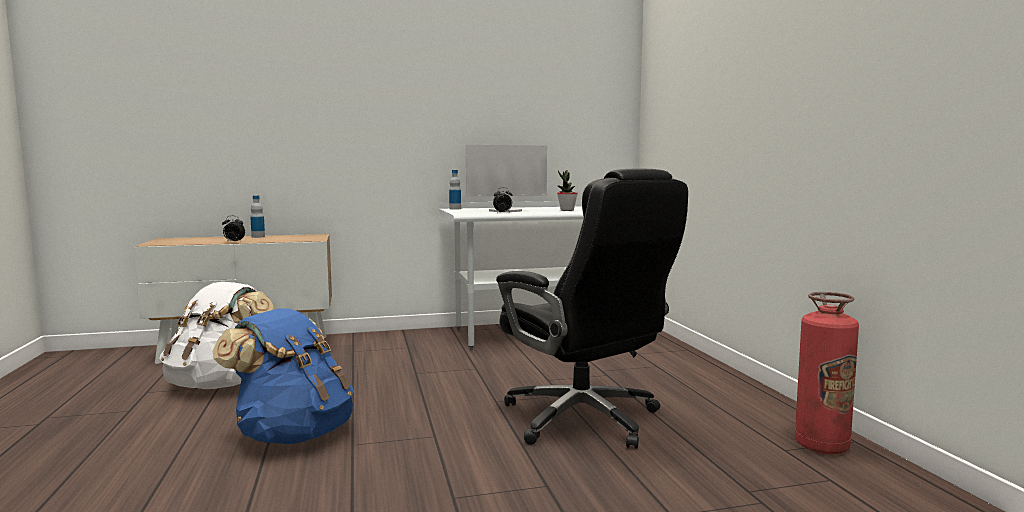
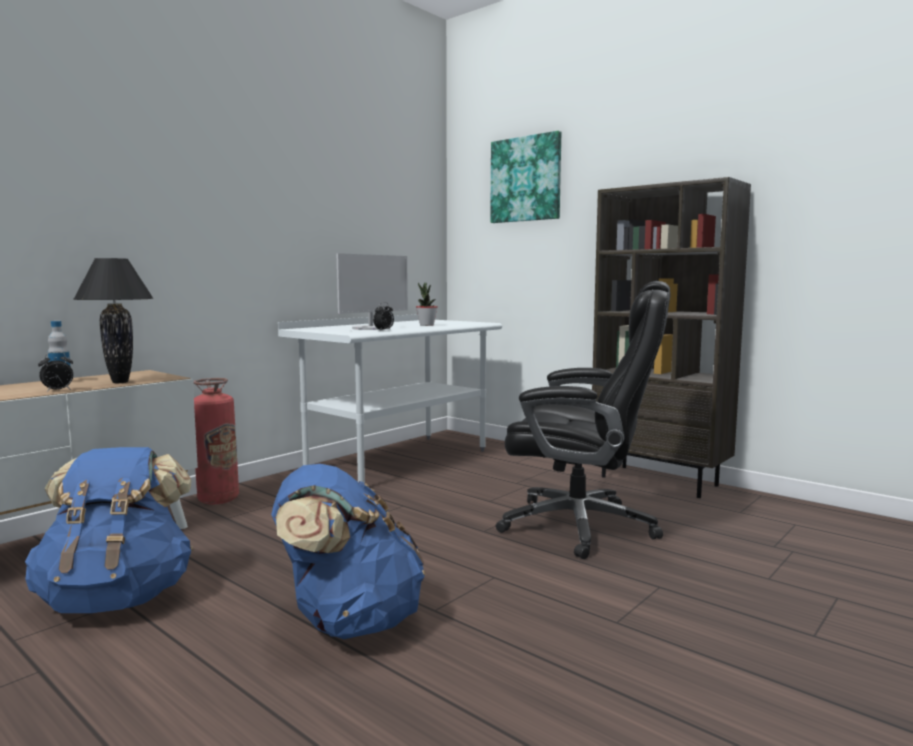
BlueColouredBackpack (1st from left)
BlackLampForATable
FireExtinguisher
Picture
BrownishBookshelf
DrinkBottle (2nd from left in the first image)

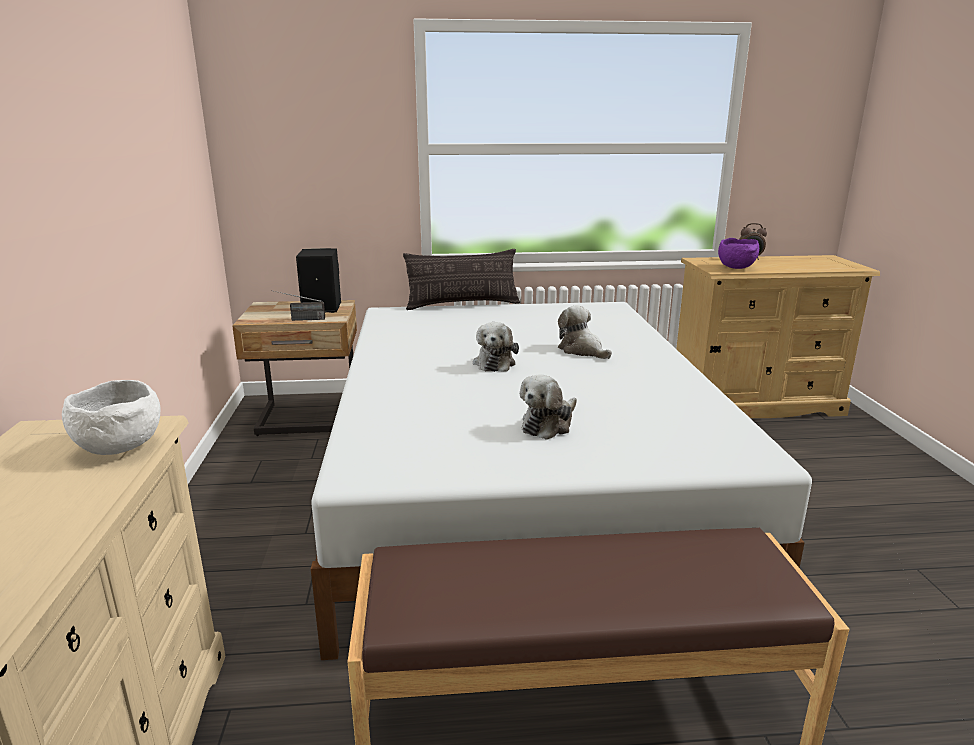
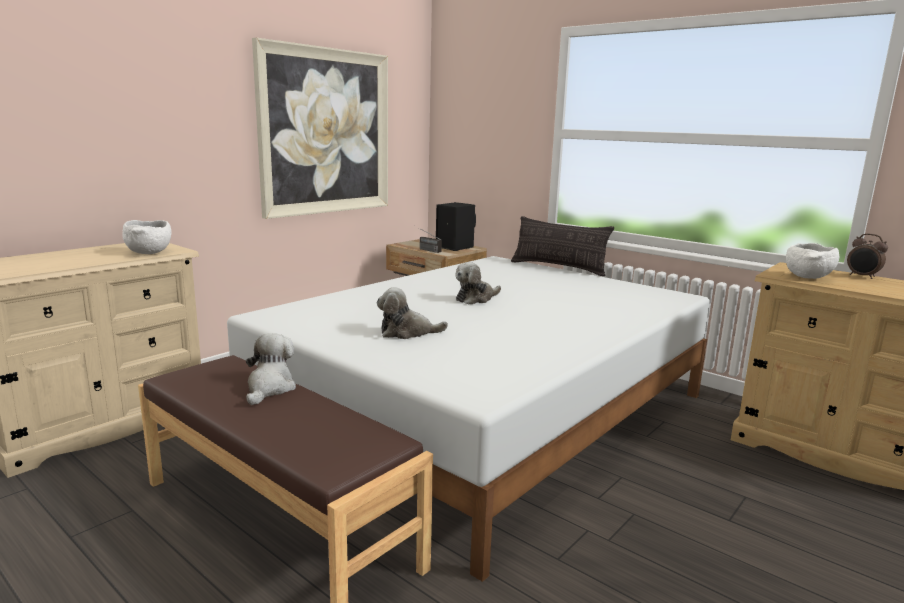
SoftToy (1st from left)
Picture
WhitishServingBowl (2nd from left)

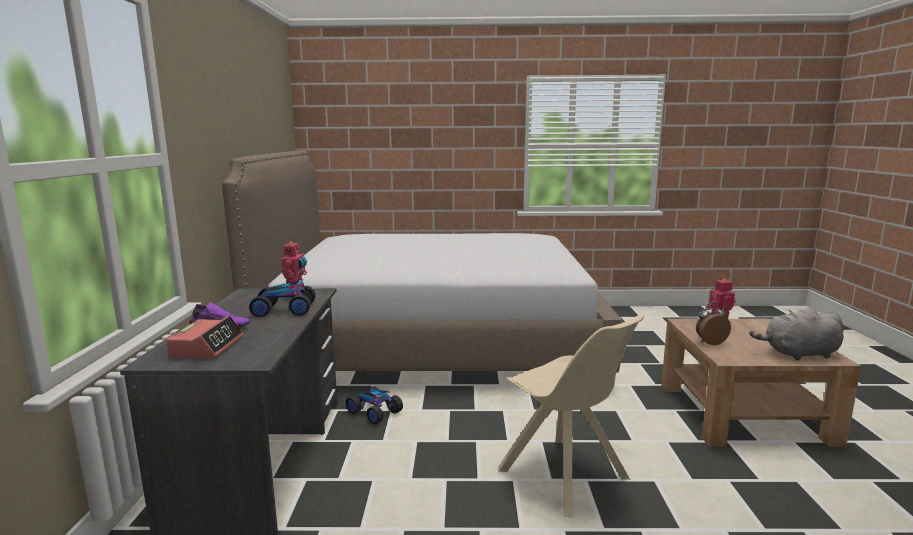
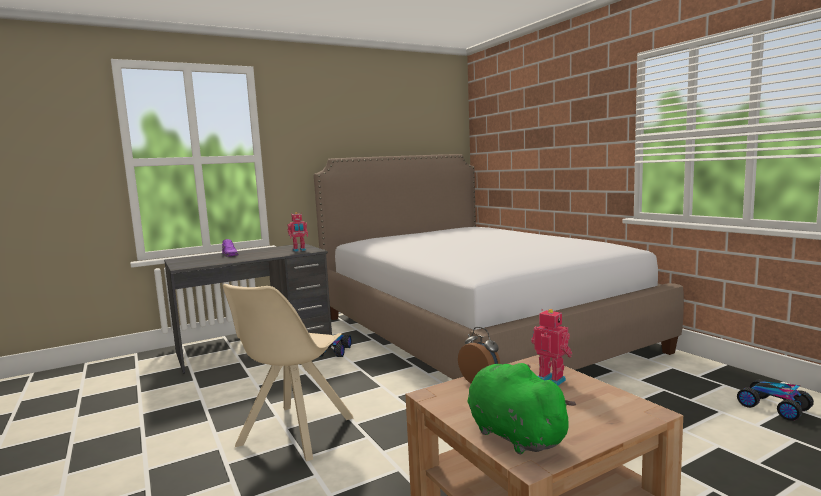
GreenishSoftToy
MiniatureCar (2nd from left)
AlarmClock (1st from left in the first image)

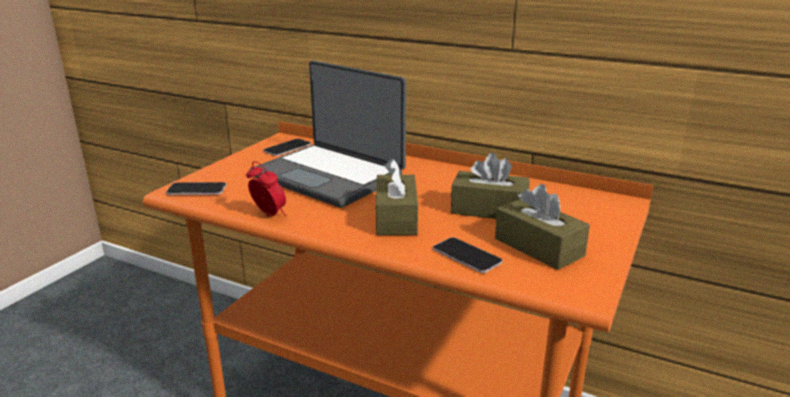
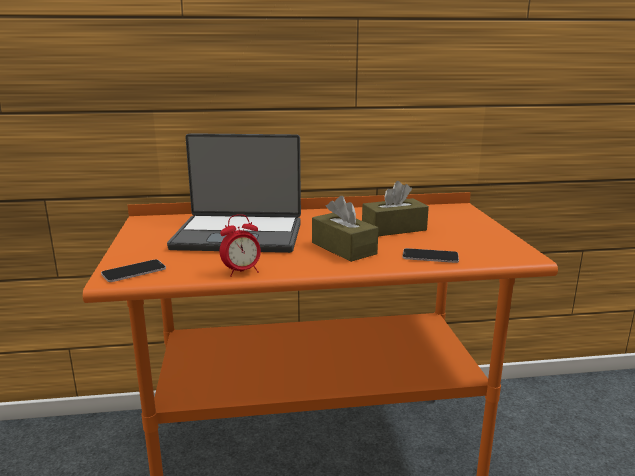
AlarmClock
Handset (2nd from left in the first image)
BrownishTissueHolder (3rd from left in the first image)

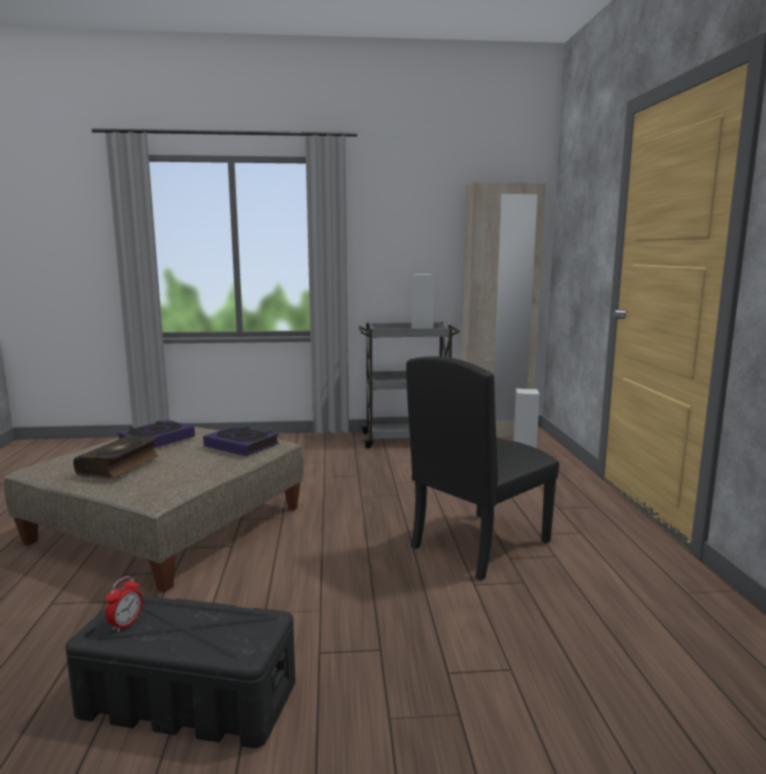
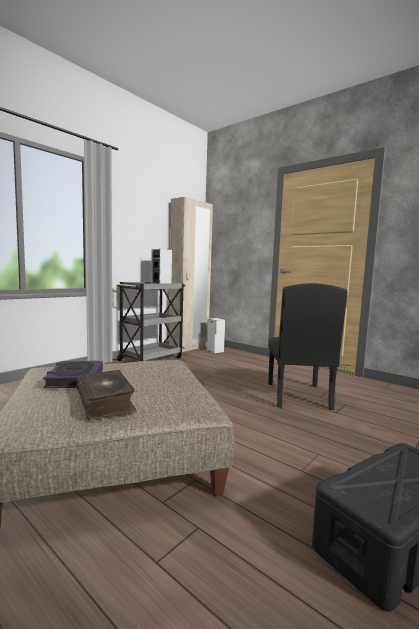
AlarmClock
Book (3rd from left in the first image)

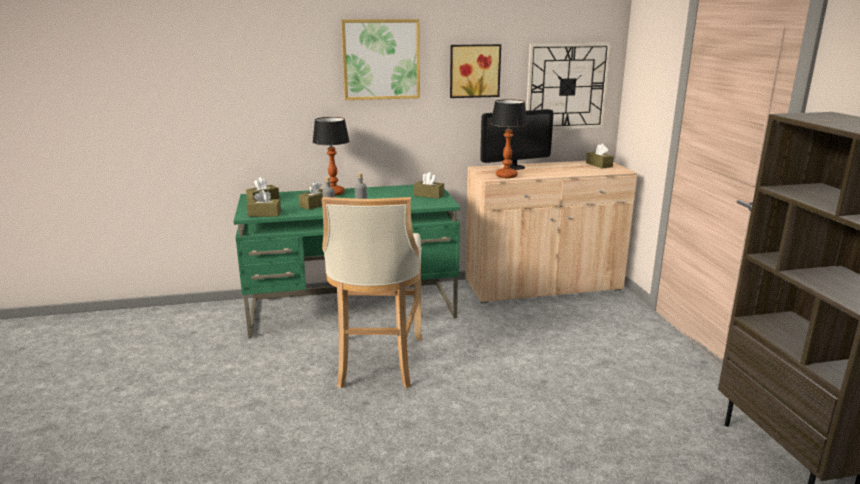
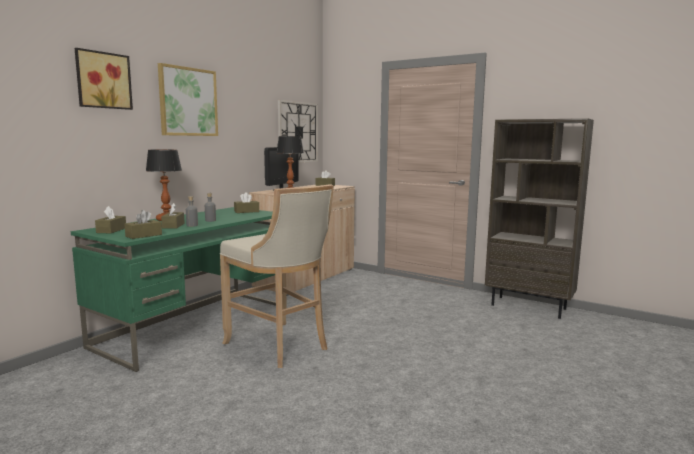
Picture (1st from left)

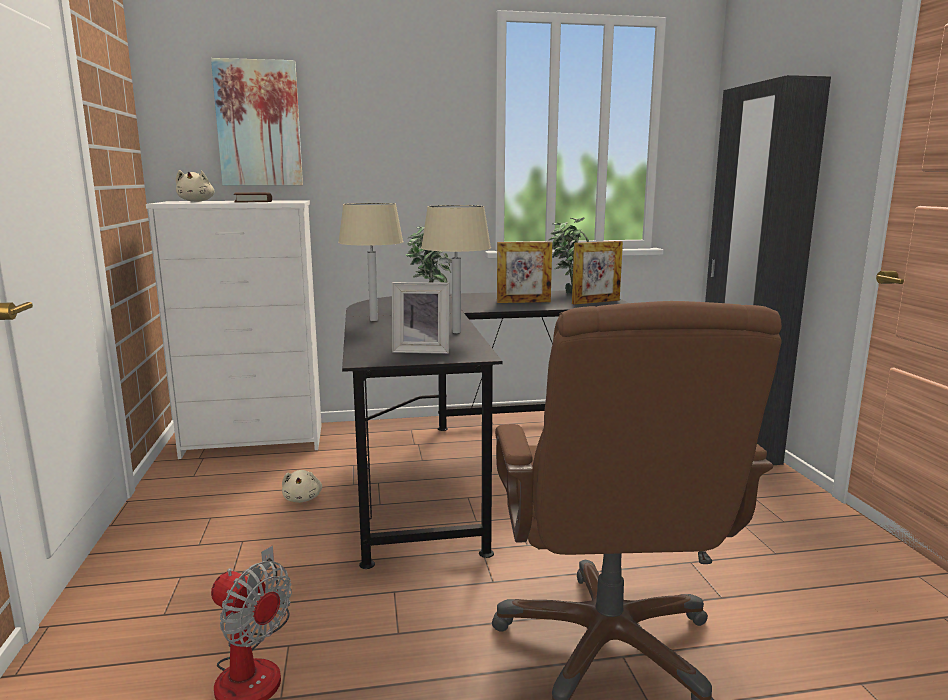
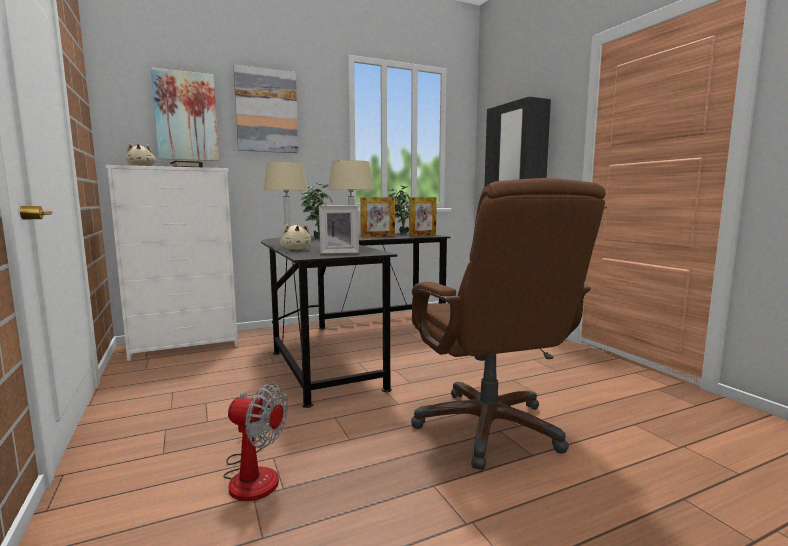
Picture (2nd from left)
BeigeColouredSoftToy (2nd from left)

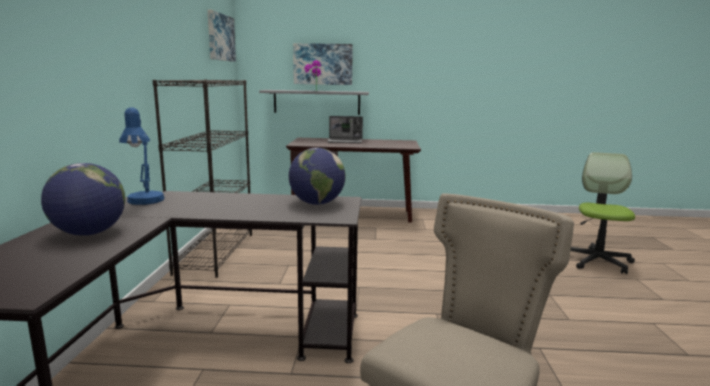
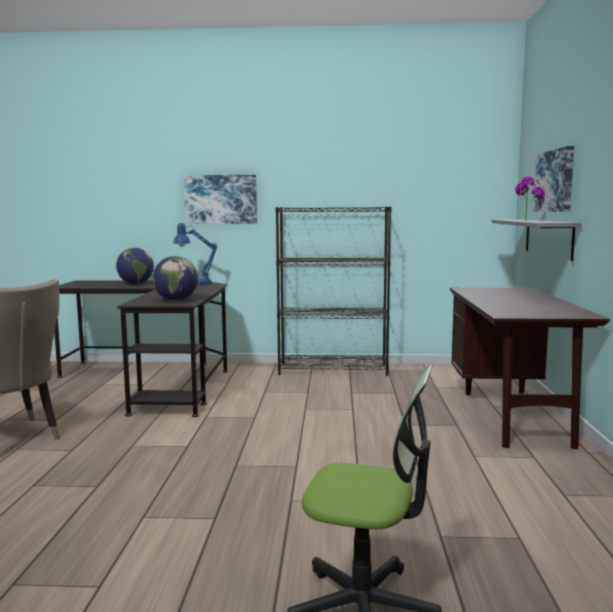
Picture (1st from left)
Laptop

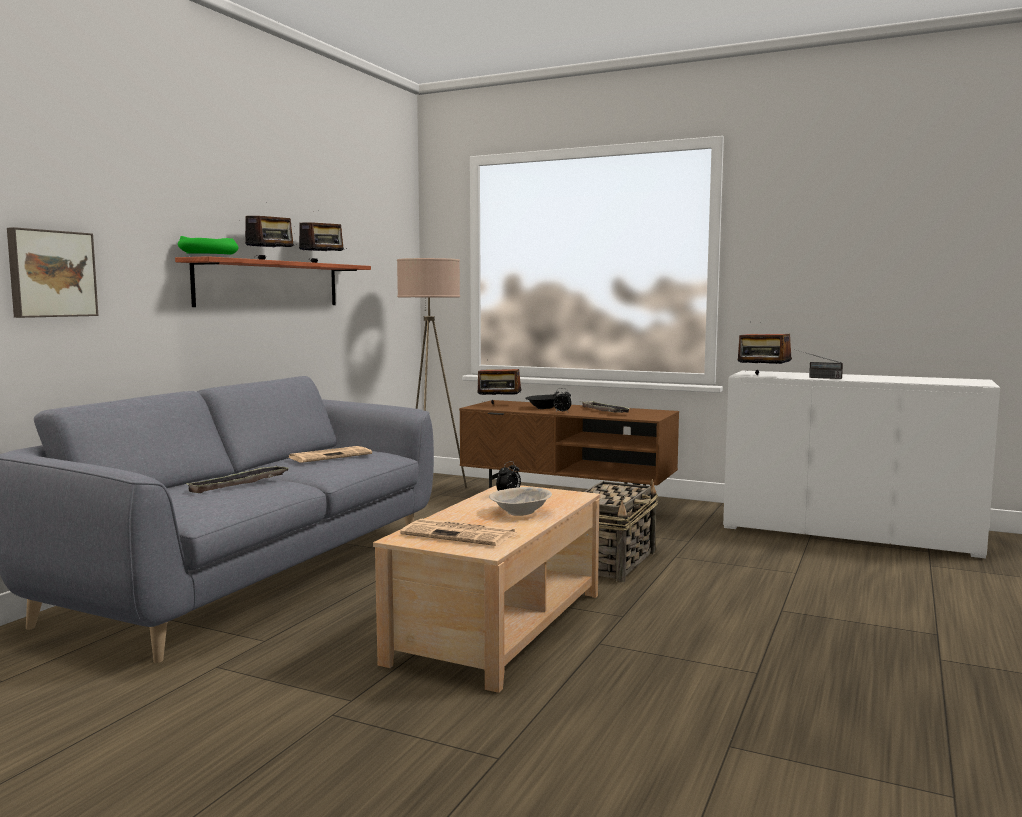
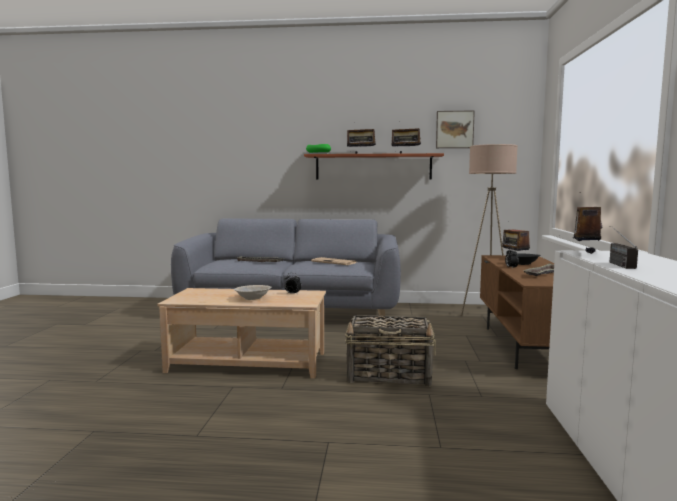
Picture
Newspaper (2nd from left in the first image)

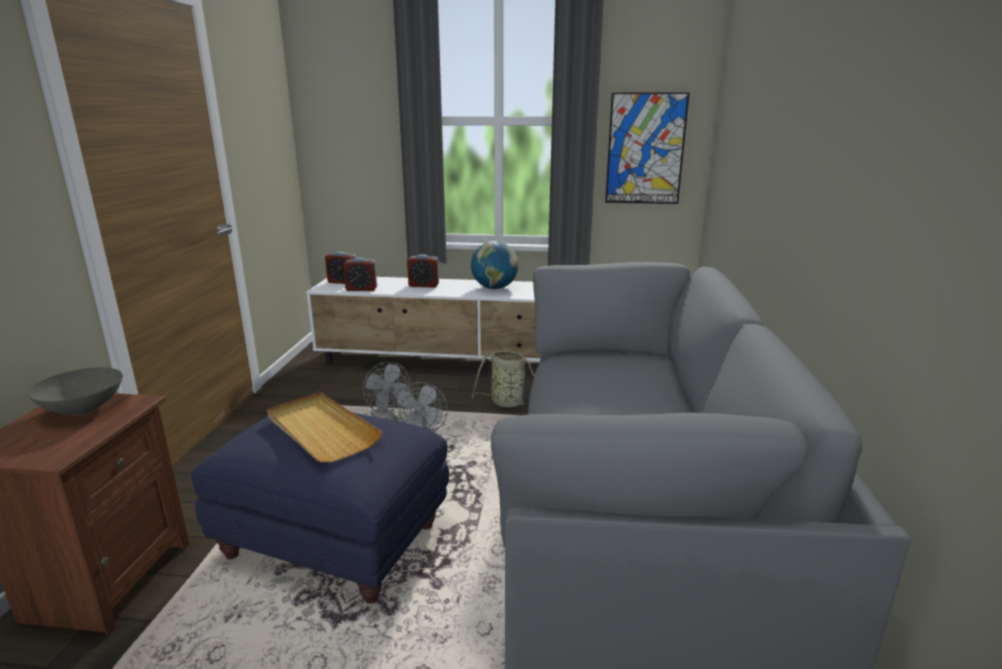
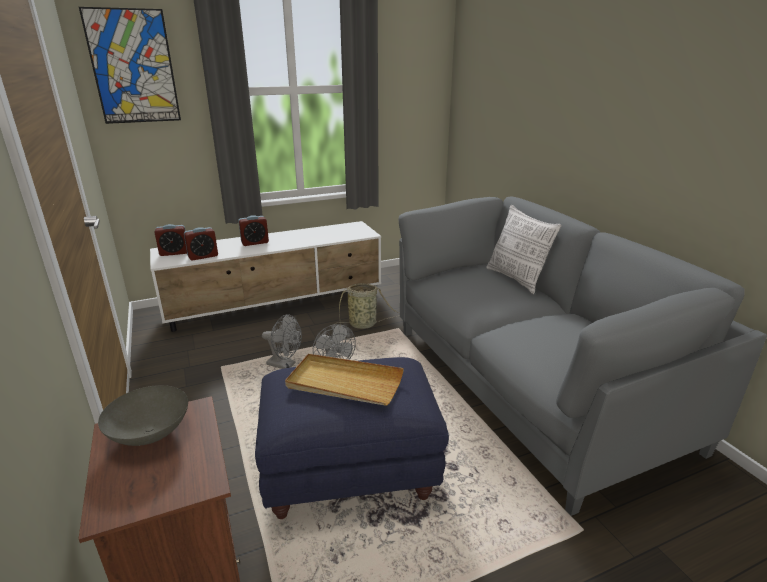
Picture
ThrowPillow
DeskGlobe

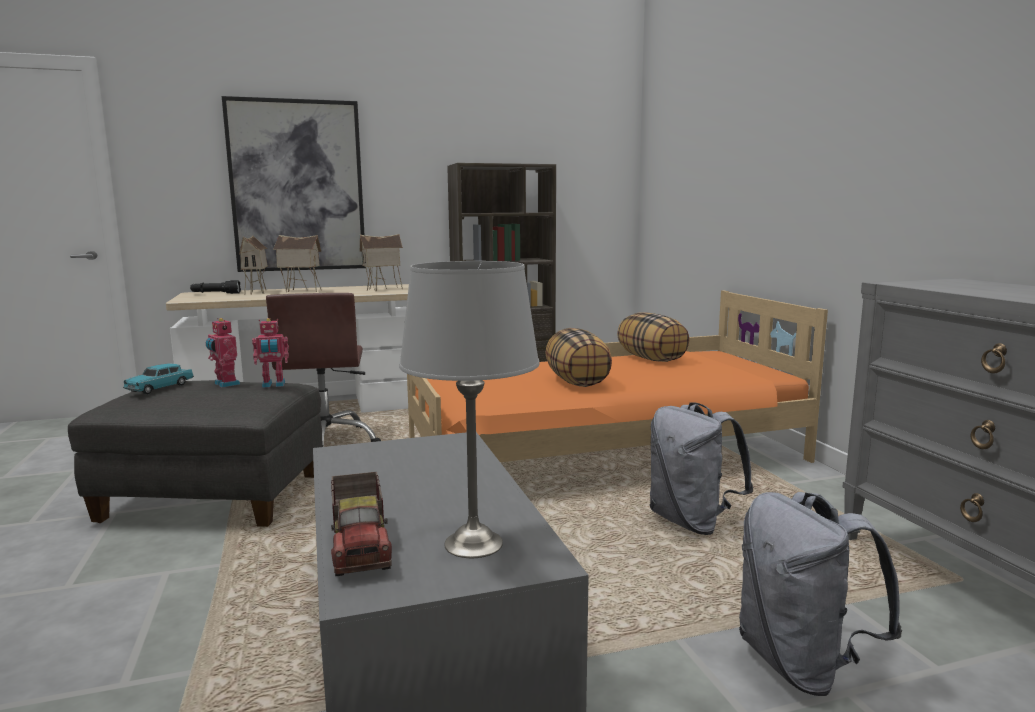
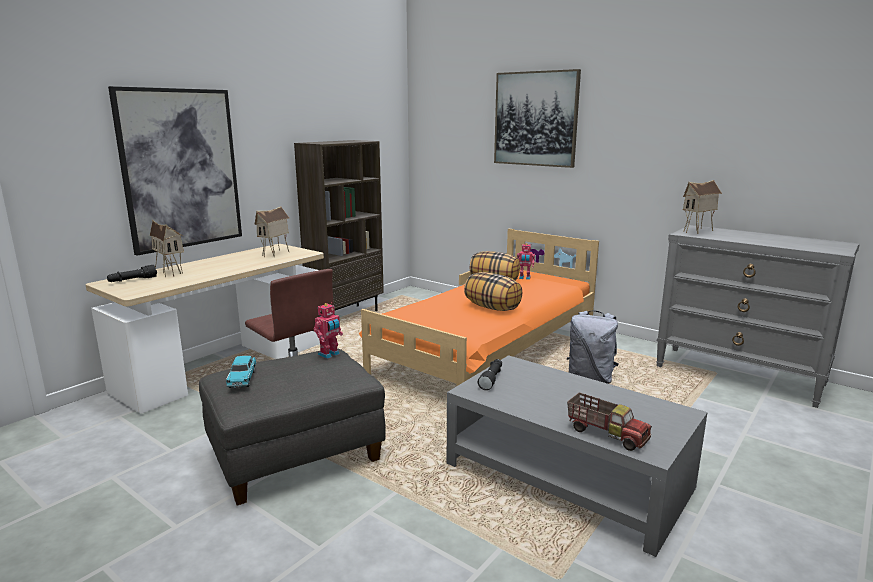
BlackFlashlight (2nd from left)
Picture (2nd from left)
ModelRobot (2nd from left)
ModelHouse (3rd from left)
GreyLampForATable
GreyBackpack (2nd from left in the first image)

